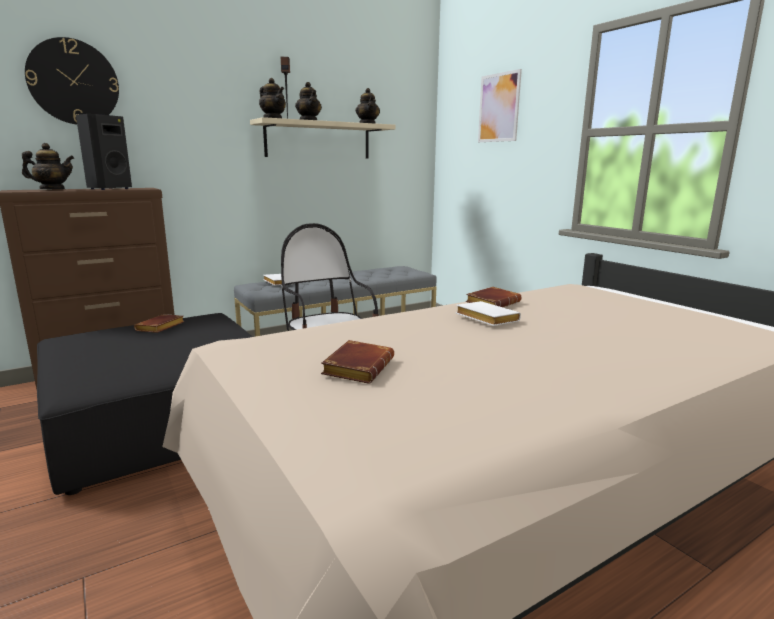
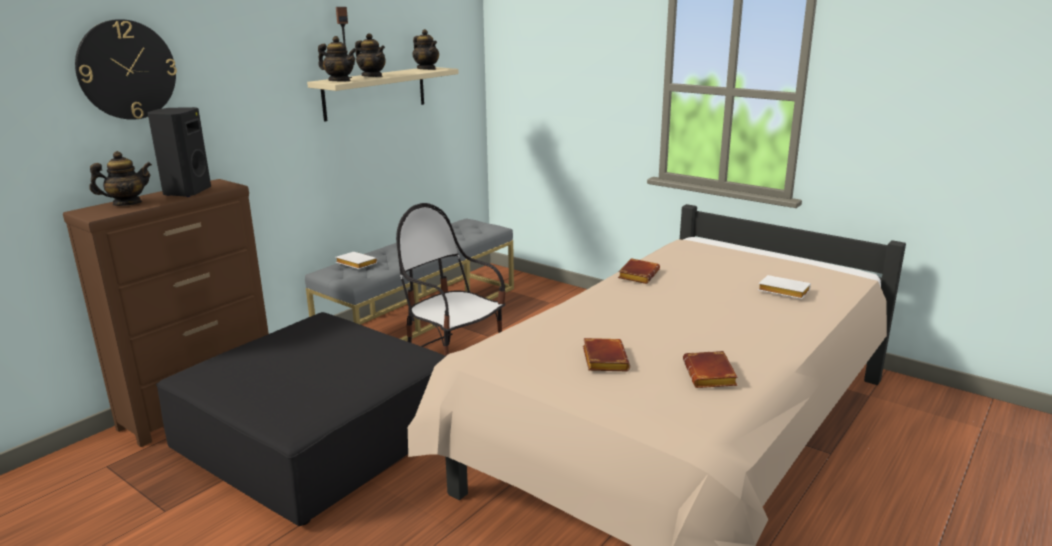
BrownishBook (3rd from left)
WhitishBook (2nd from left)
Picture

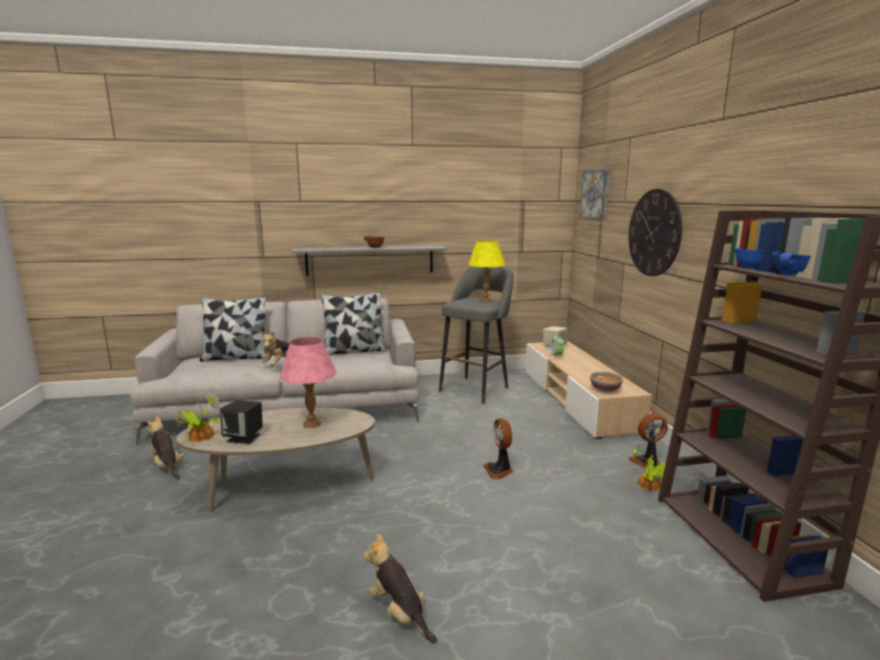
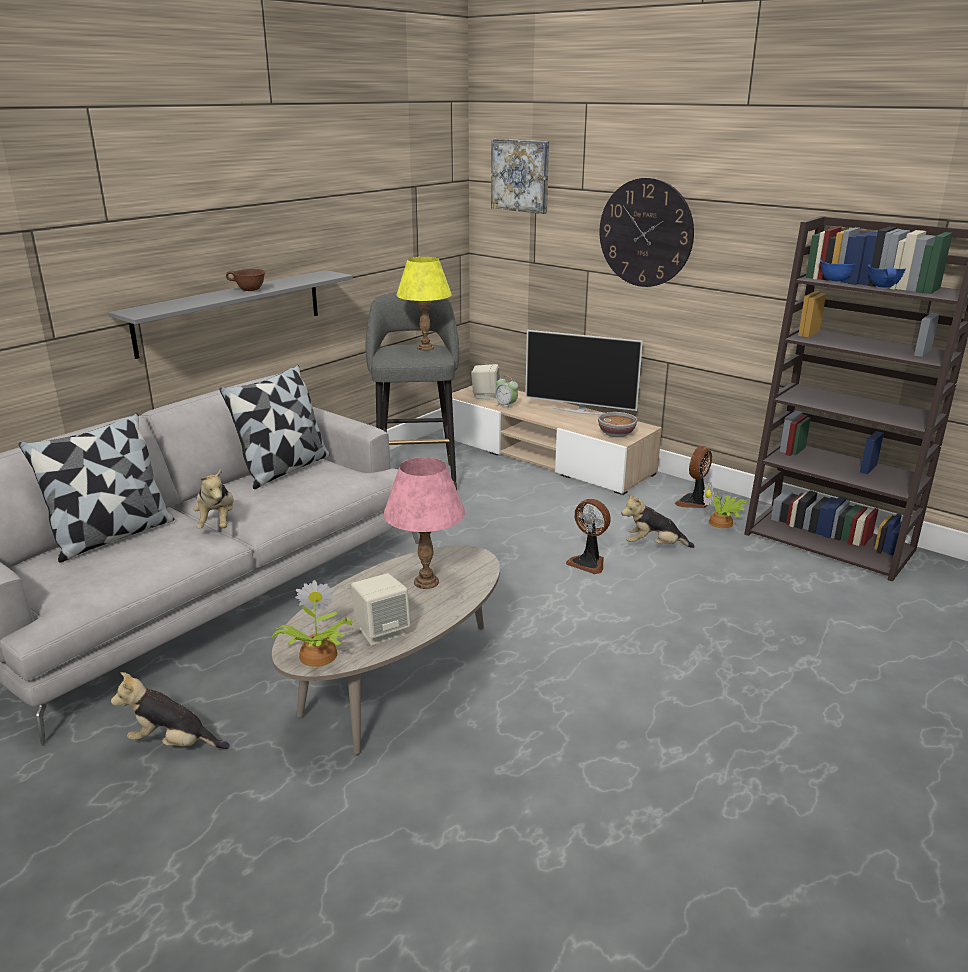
BeigeColouredLoudspeaker (1st from left)
Television
SoftToy (3rd from left)

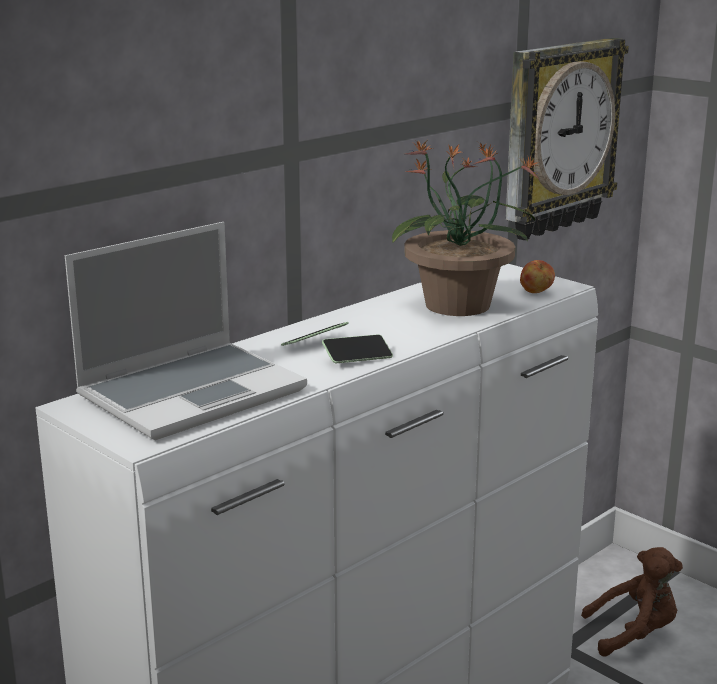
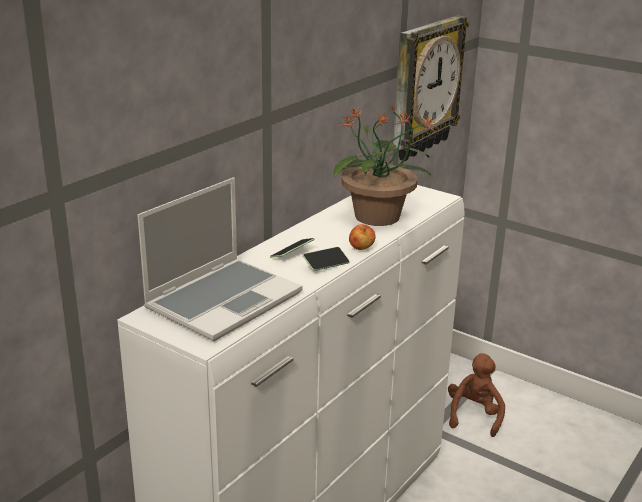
WholeApple
BrownishSoftToy

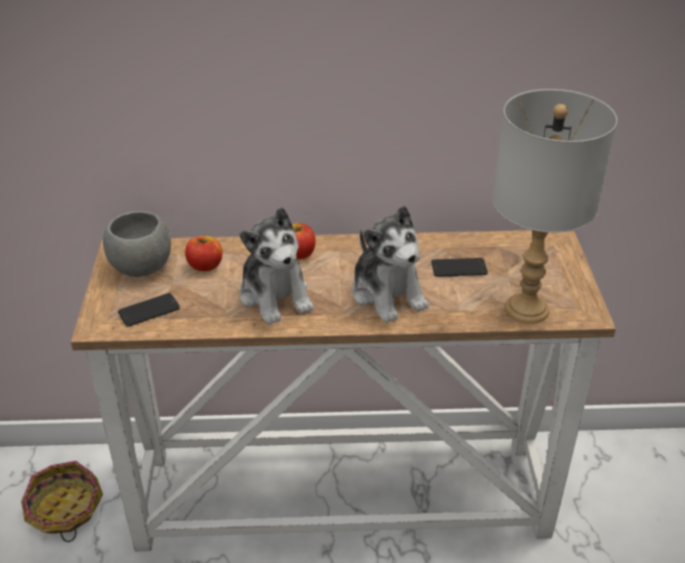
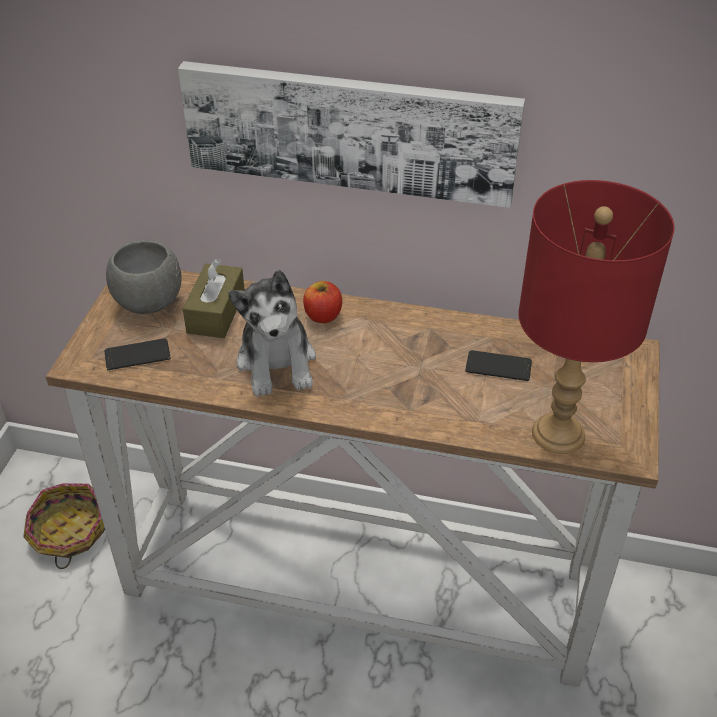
Picture
BrownishTissueHolder
ReddishLampForATable
SoftToy (2nd from left in the first image)

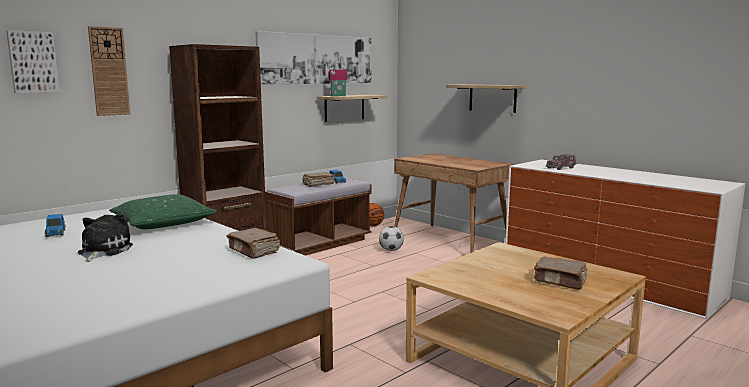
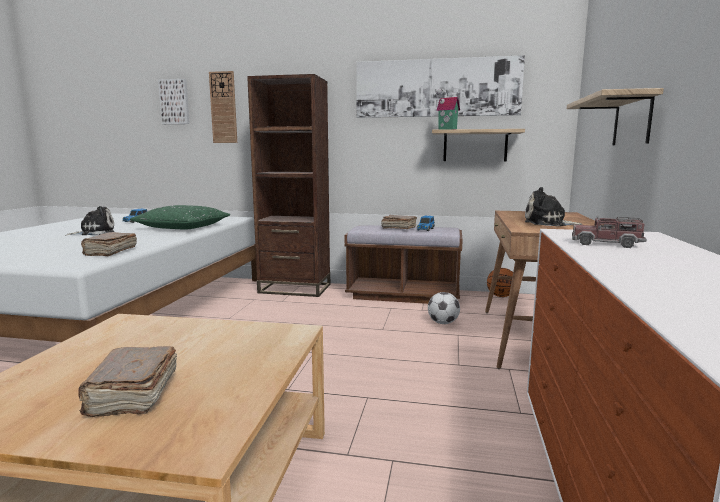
SoftToy (2nd from left)

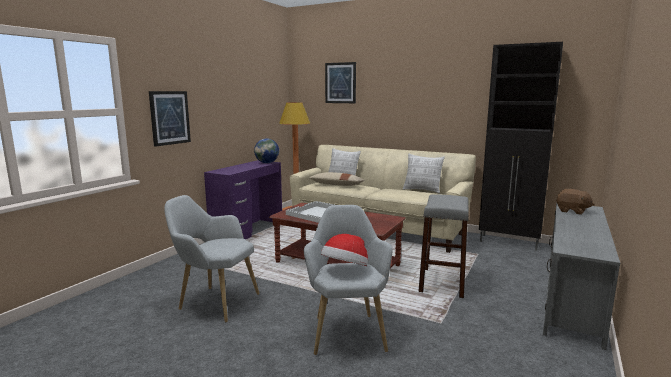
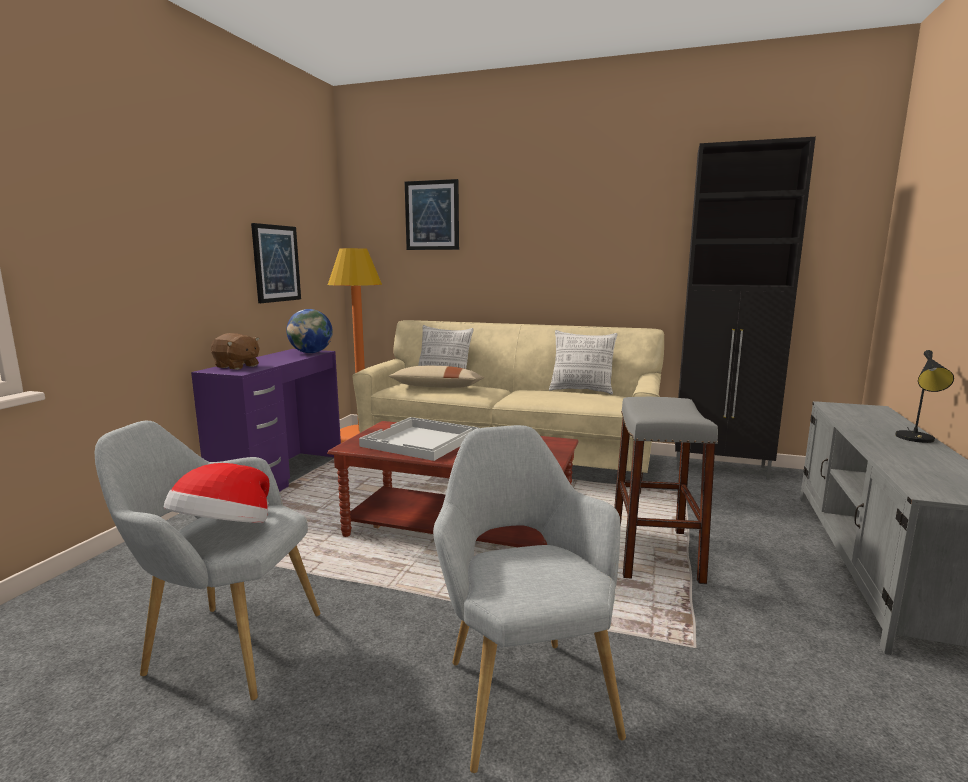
ClothingHat
BrownishSoftToy
Picture (1st from left)
BlackLampForATable

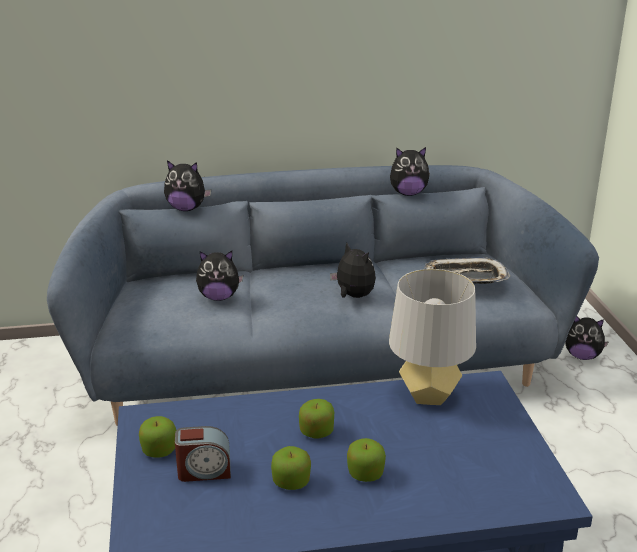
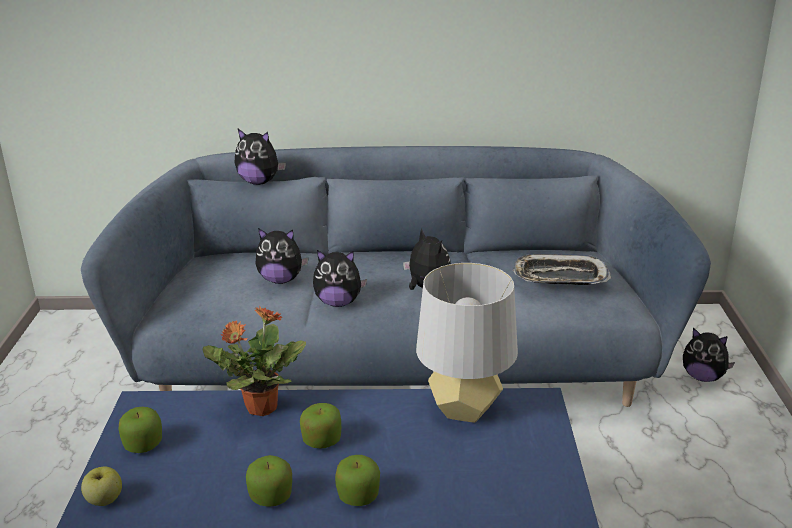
WholeApple (1st from left)
PlantInAPot
SoftToy (3rd from left)
AlarmClock

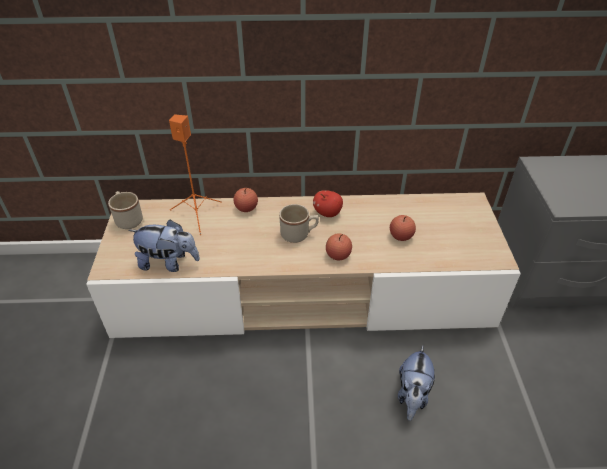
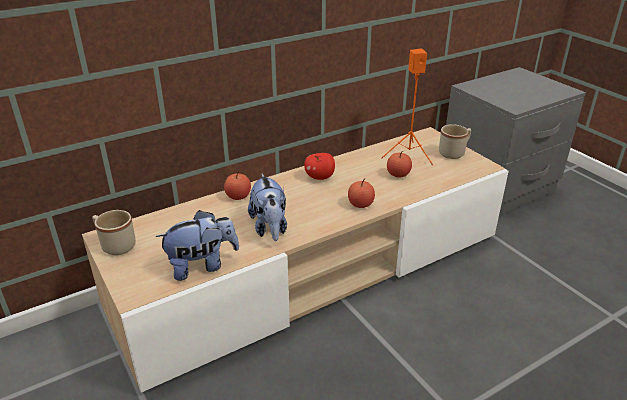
SoftToy (2nd from left)
OrangeColouredLoudspeaker
BeigeColouredMug (2nd from left)

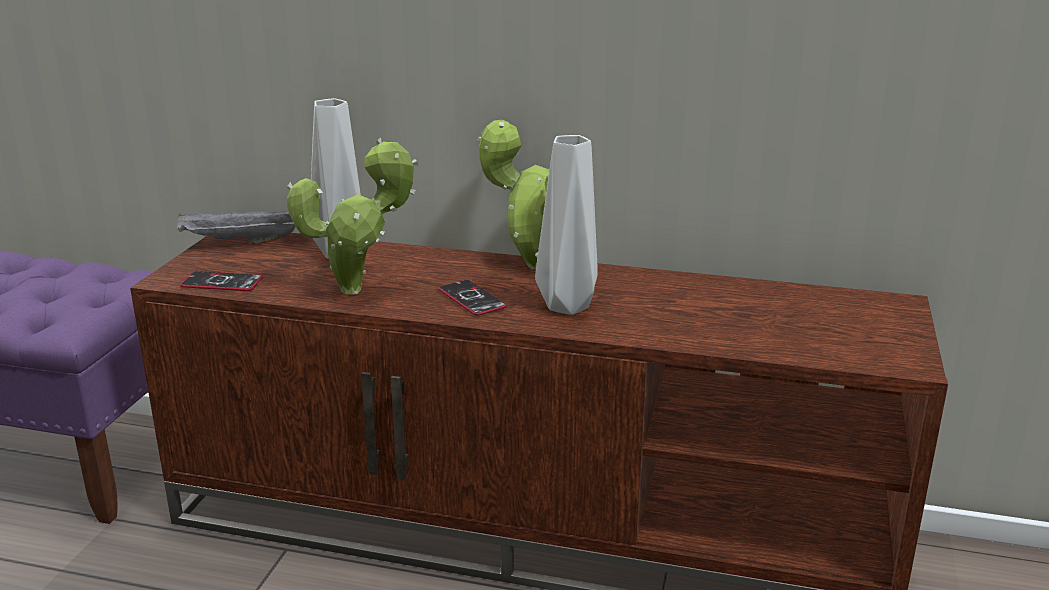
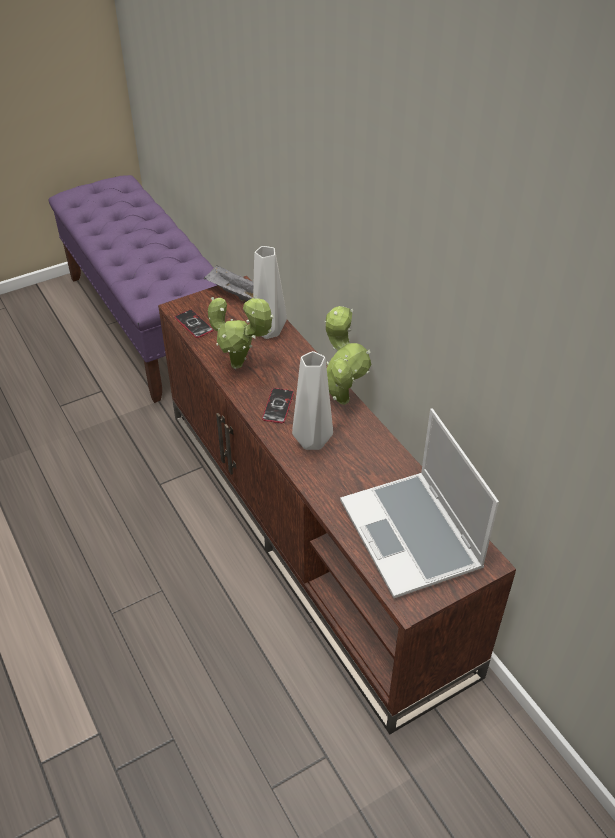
Laptop

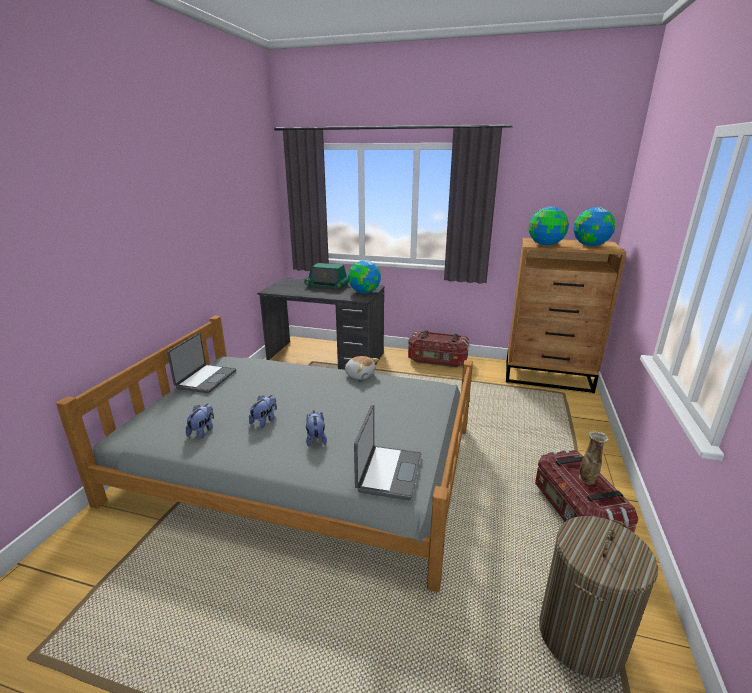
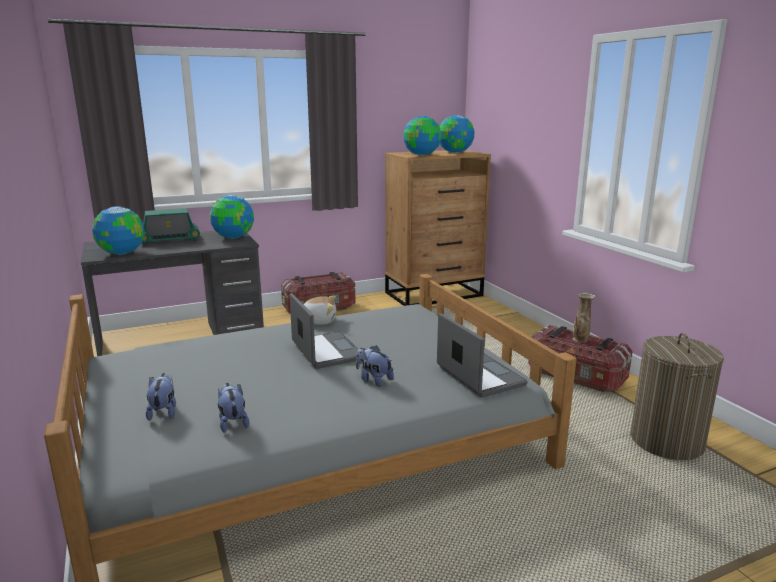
DeskGlobe (1st from left)
SoftToy (1st from left)
Laptop (1st from left)

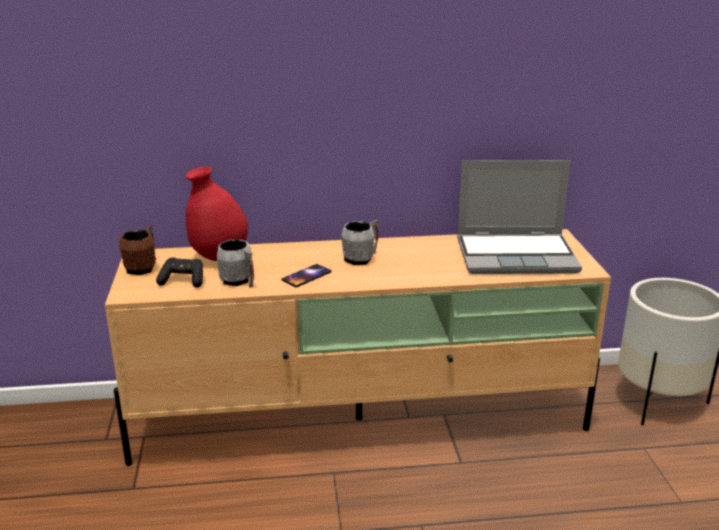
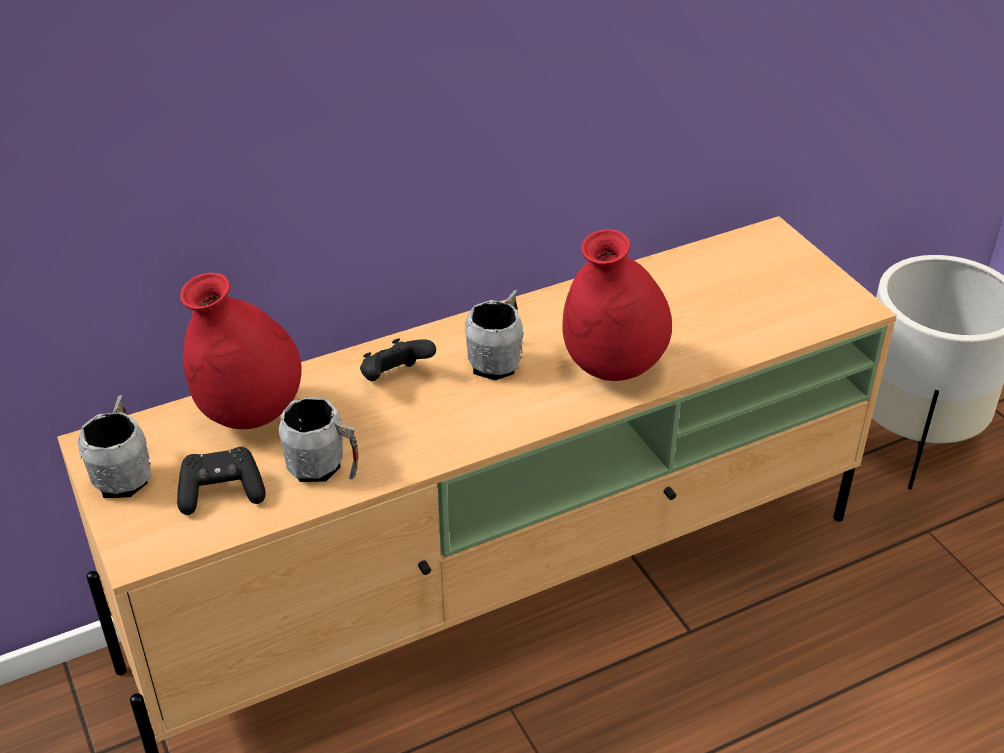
GreyMug (1st from left)
BlackGameController (2nd from left)
ReddishDecorativeVase (2nd from left)
Handset
Laptop

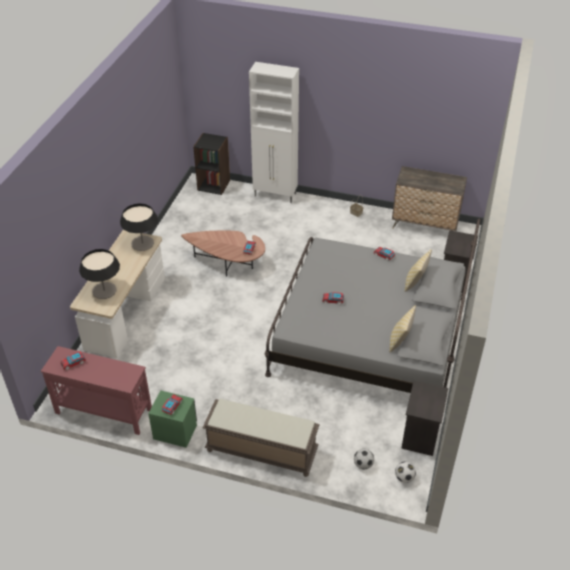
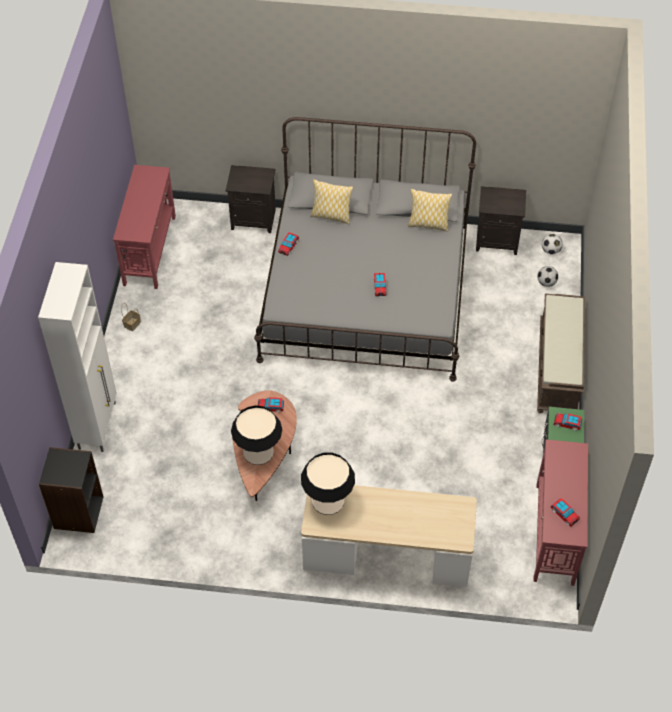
ReddishConsoleTable (1st from left)
LampForATable (1st from left)

